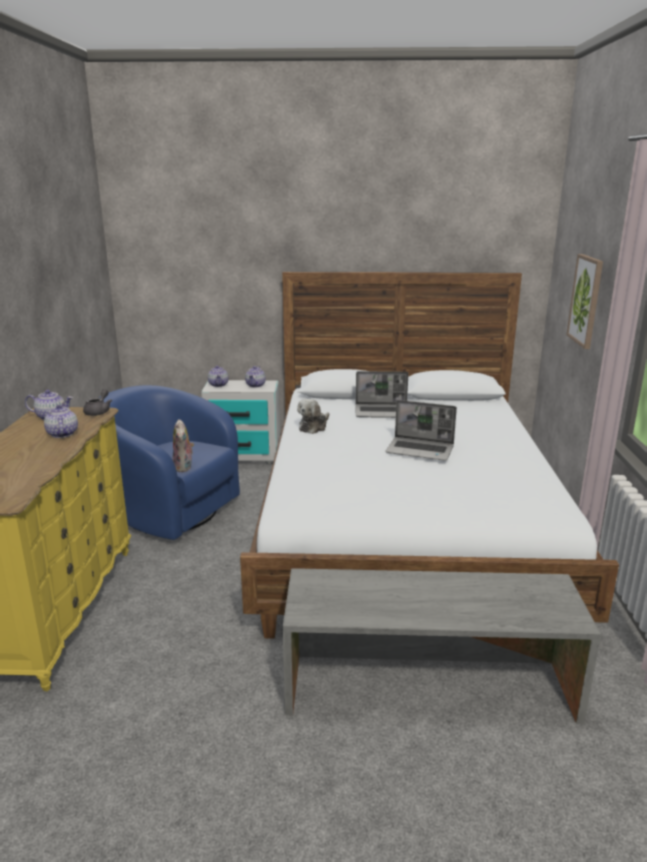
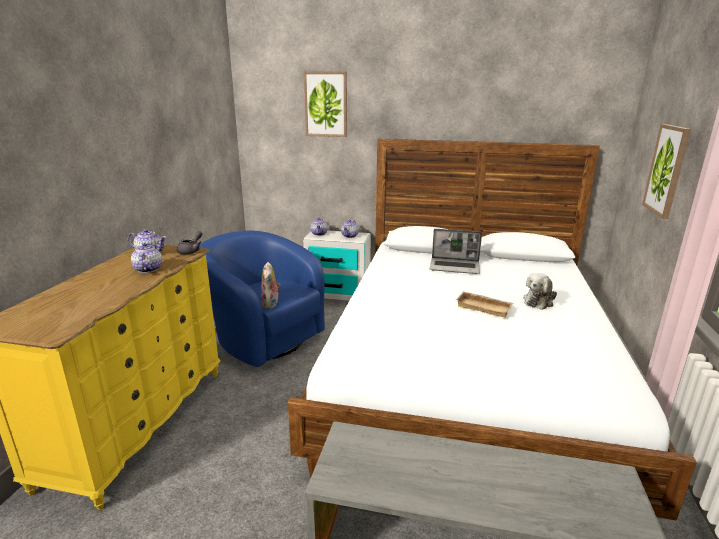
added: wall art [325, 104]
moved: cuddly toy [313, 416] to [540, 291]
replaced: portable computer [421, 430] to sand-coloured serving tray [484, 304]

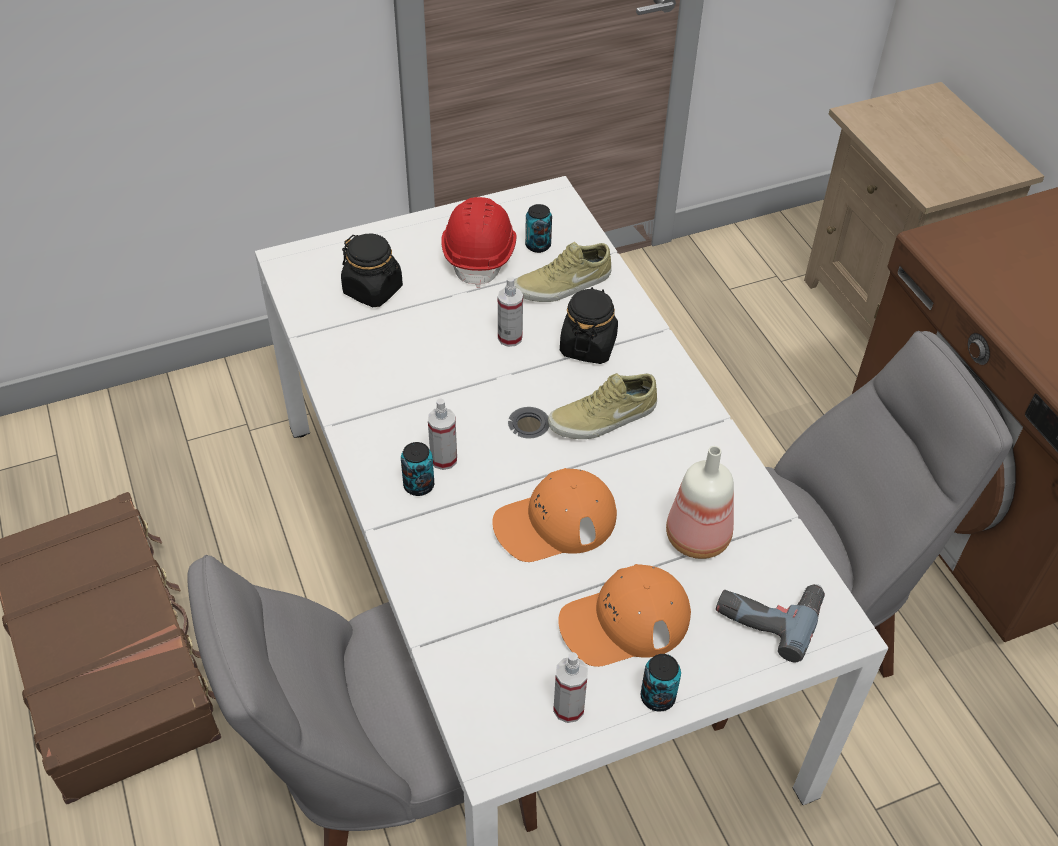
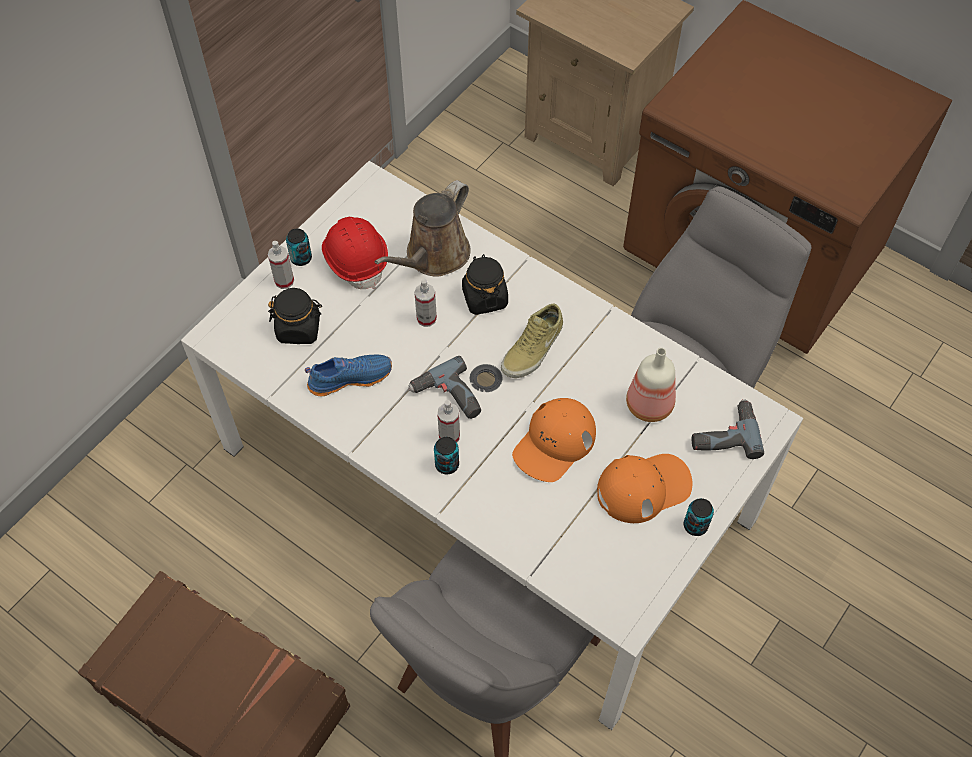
added: blue shoe [348, 375]; drill [444, 387]
moved: sealed can [538, 228] to [299, 247]; spray bottle [570, 687] to [280, 265]
replaced: sand-coloured shoe [563, 272] to brown watering pot [423, 228]
turned: orange-coloured baseball cap [624, 615] = [644, 488] 150 degrees counterclockwise

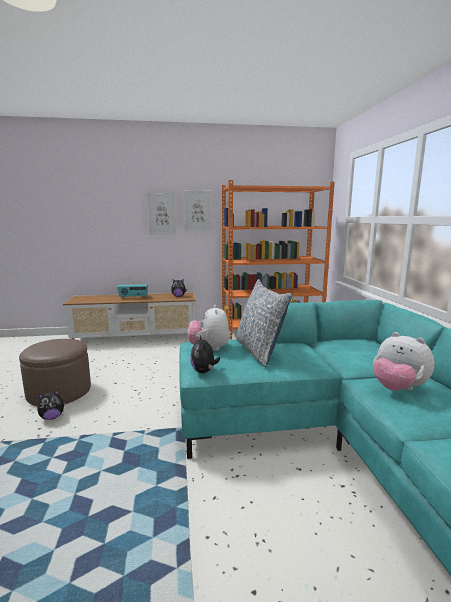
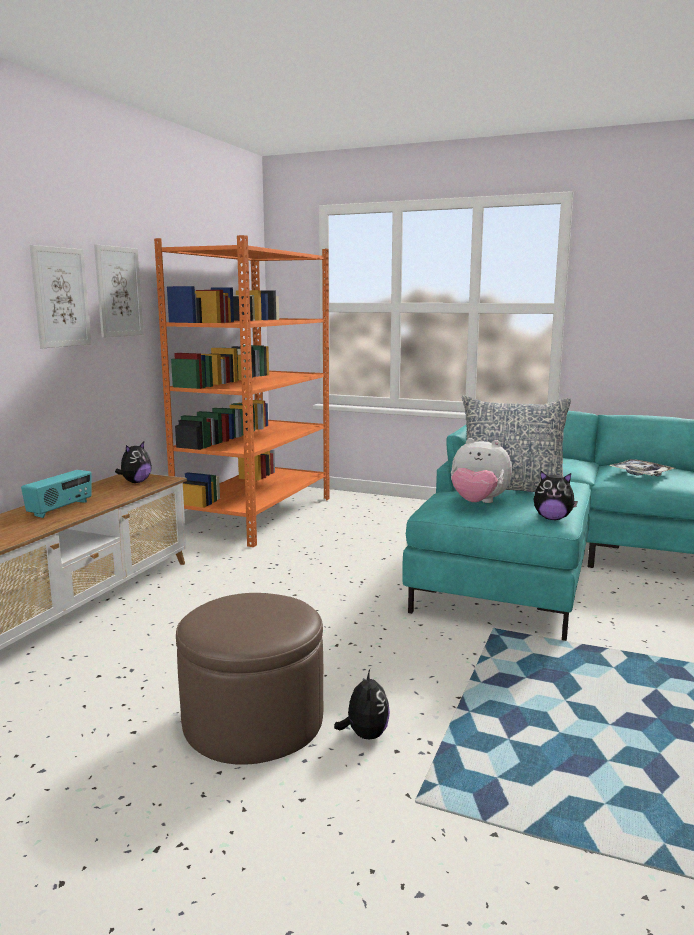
replaced: cuddly toy [404, 361] to serving tray [641, 467]

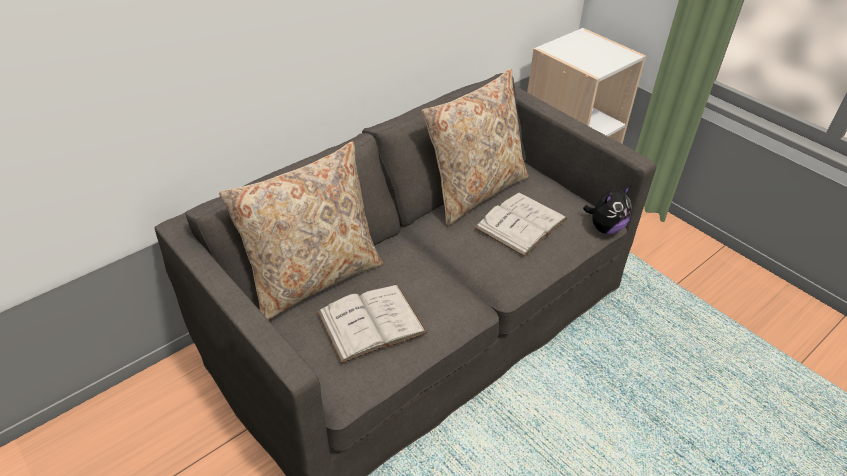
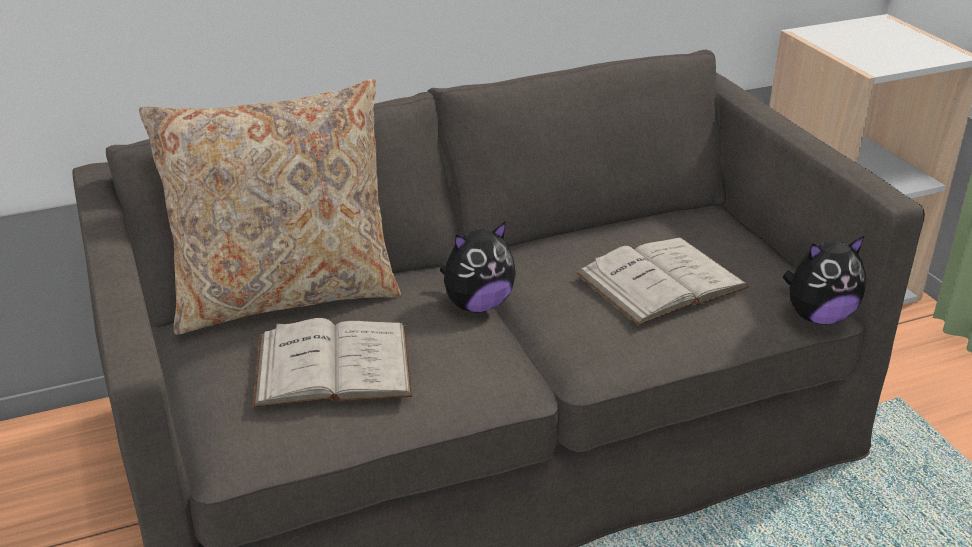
removed: sand-coloured cushion [475, 147]
added: cuddly toy [478, 266]

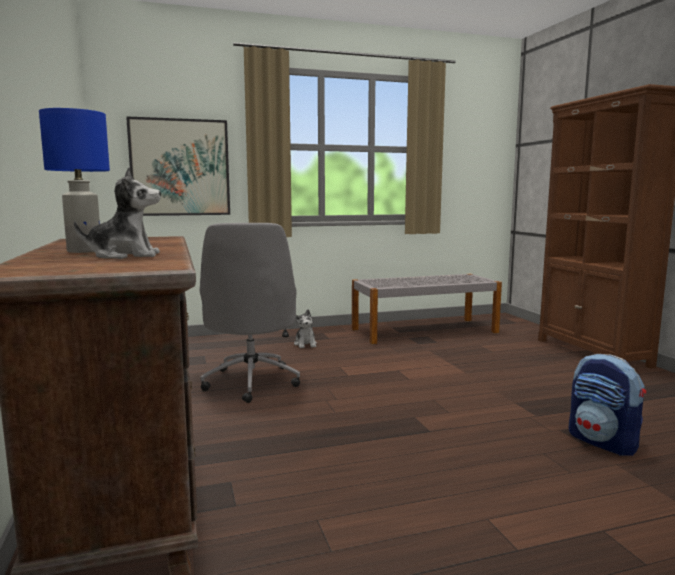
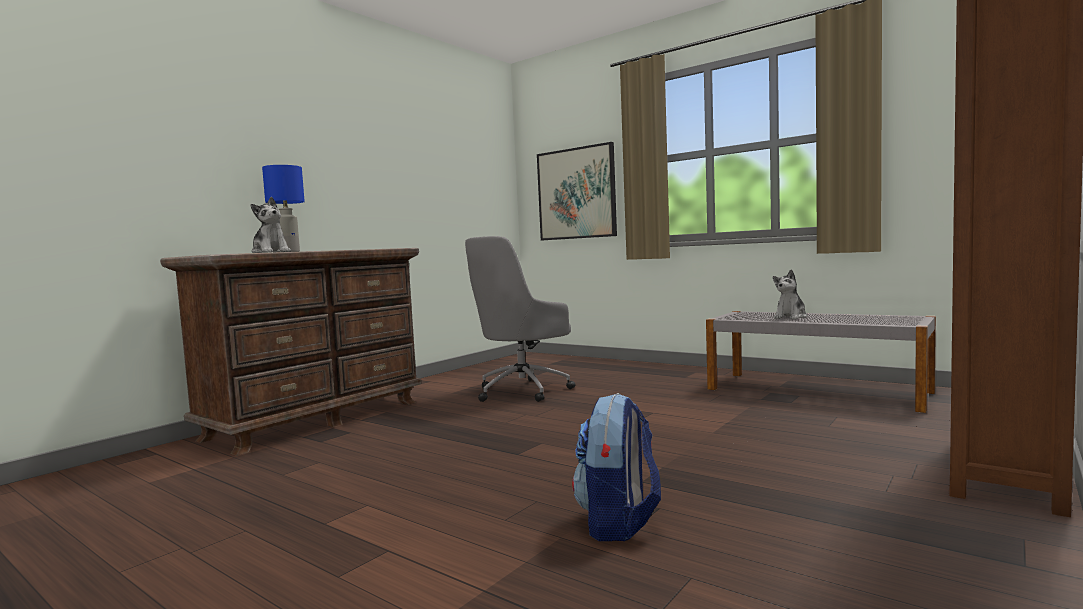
moved: cuddly toy [305, 328] to [790, 294]

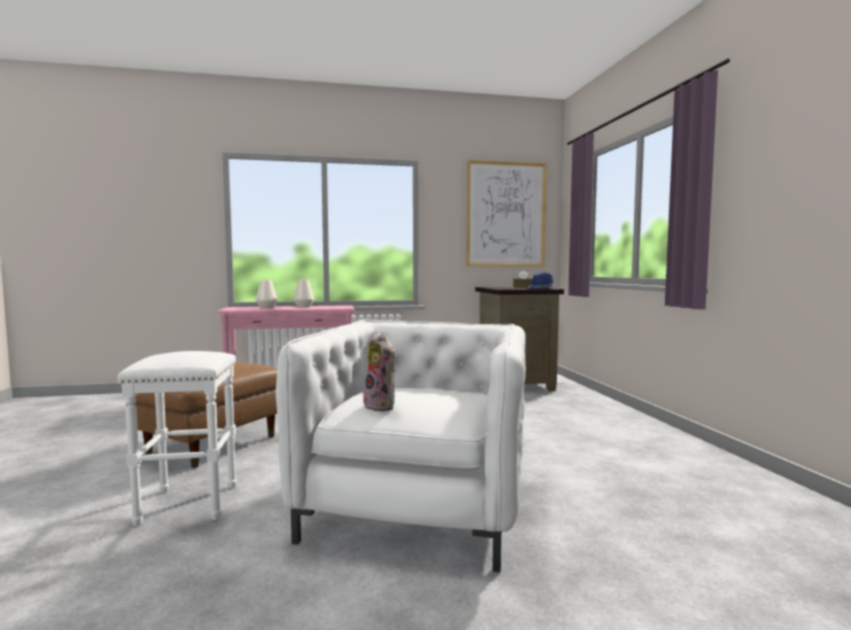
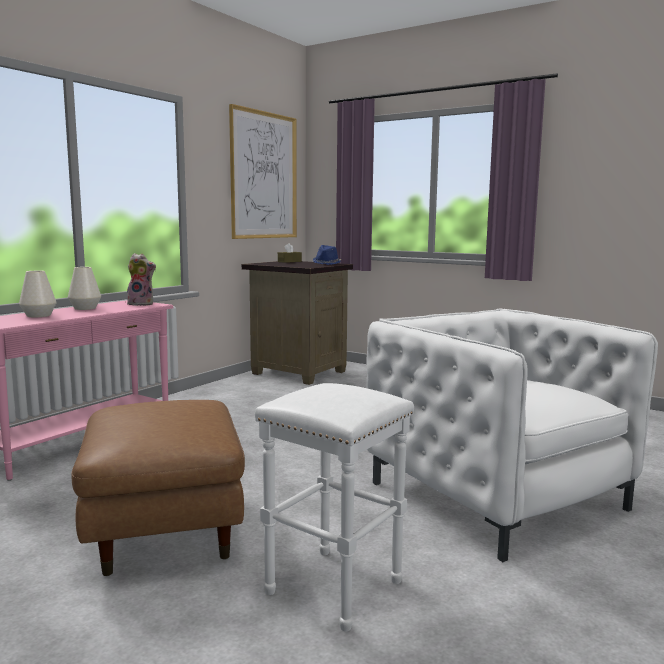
moved: cuddly toy [379, 371] to [141, 279]

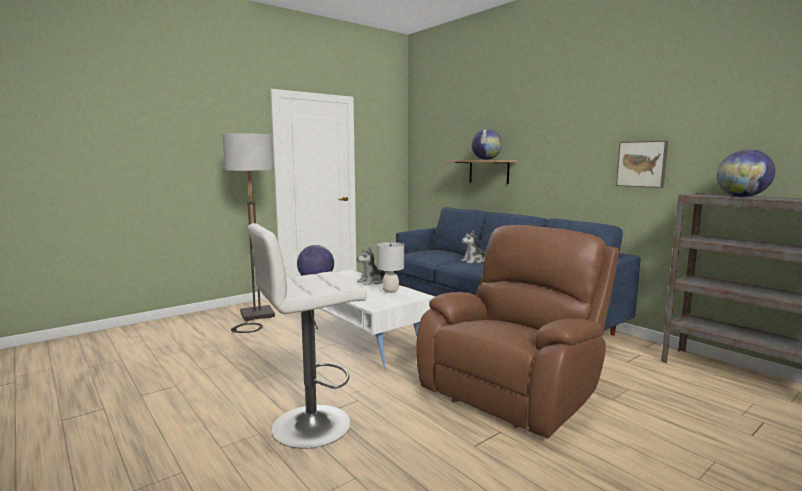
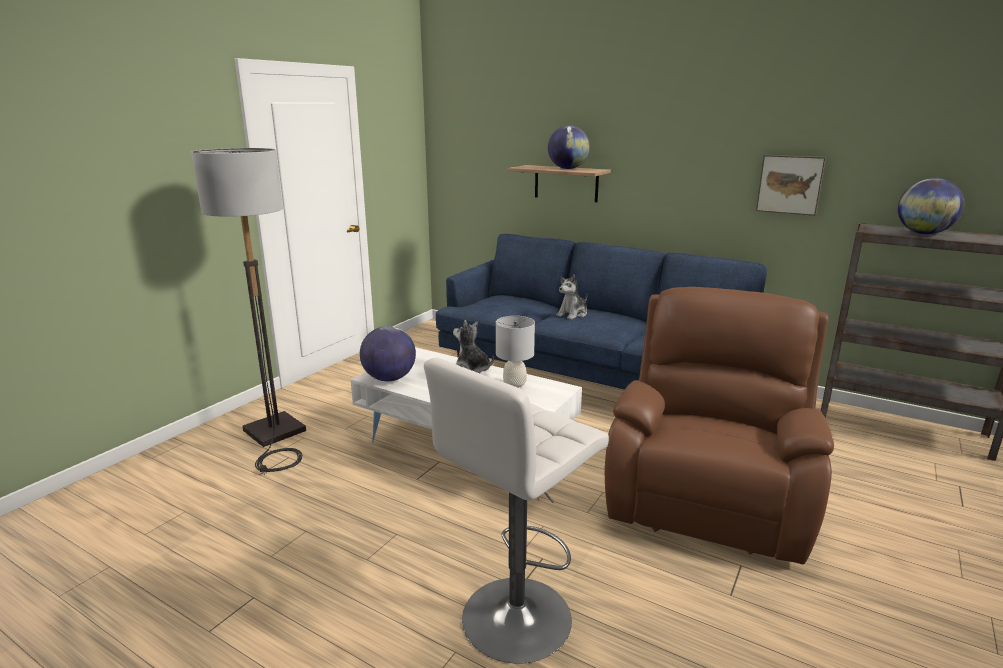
turned: cuddly toy [372, 266] = [473, 346] 90 degrees clockwise

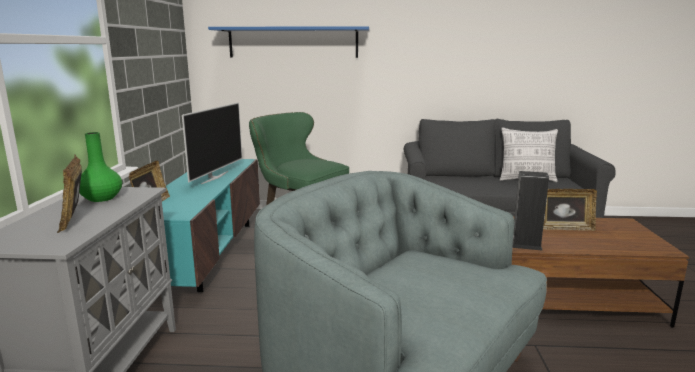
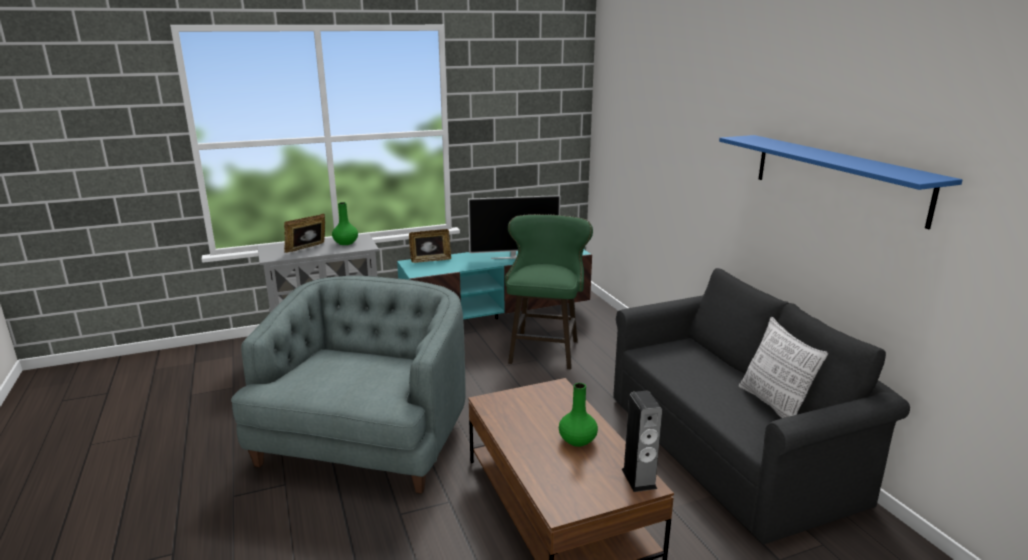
moved: blue wall shelf [288, 42] to [840, 182]; speaker [530, 211] to [642, 441]
replaced: picture frame [570, 210] to greenish vase [578, 415]

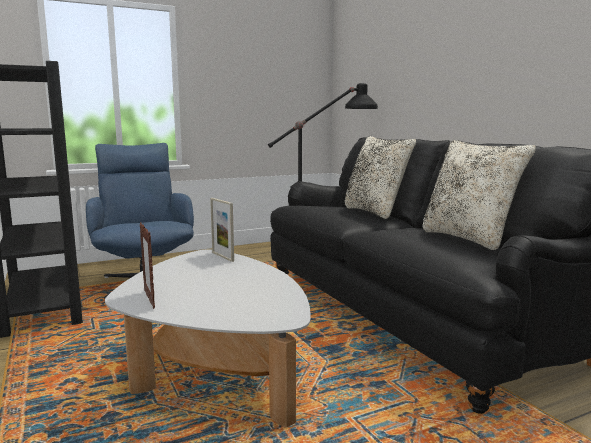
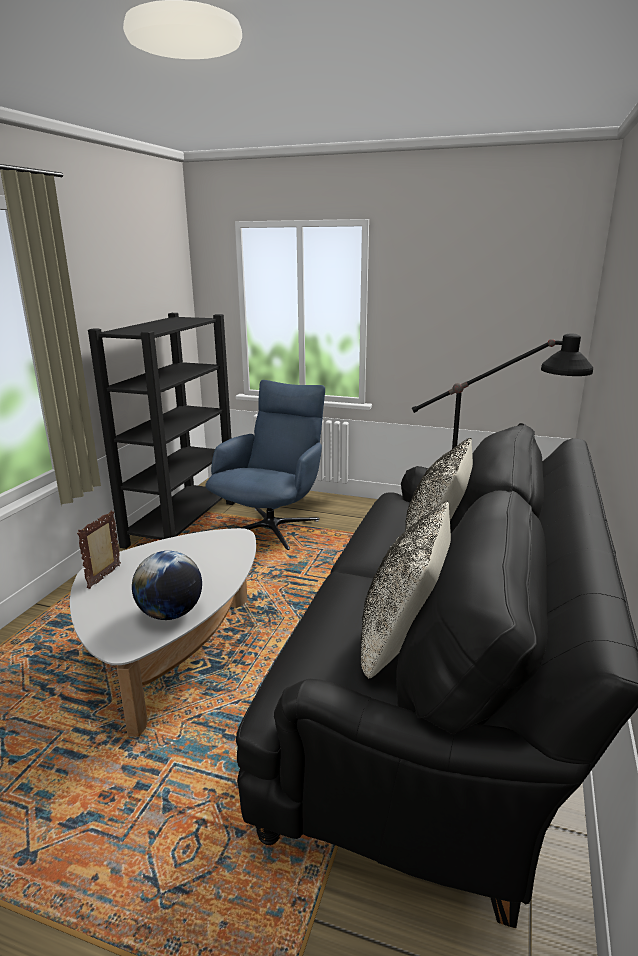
removed: picture frame [222, 230]
added: world globe [167, 585]

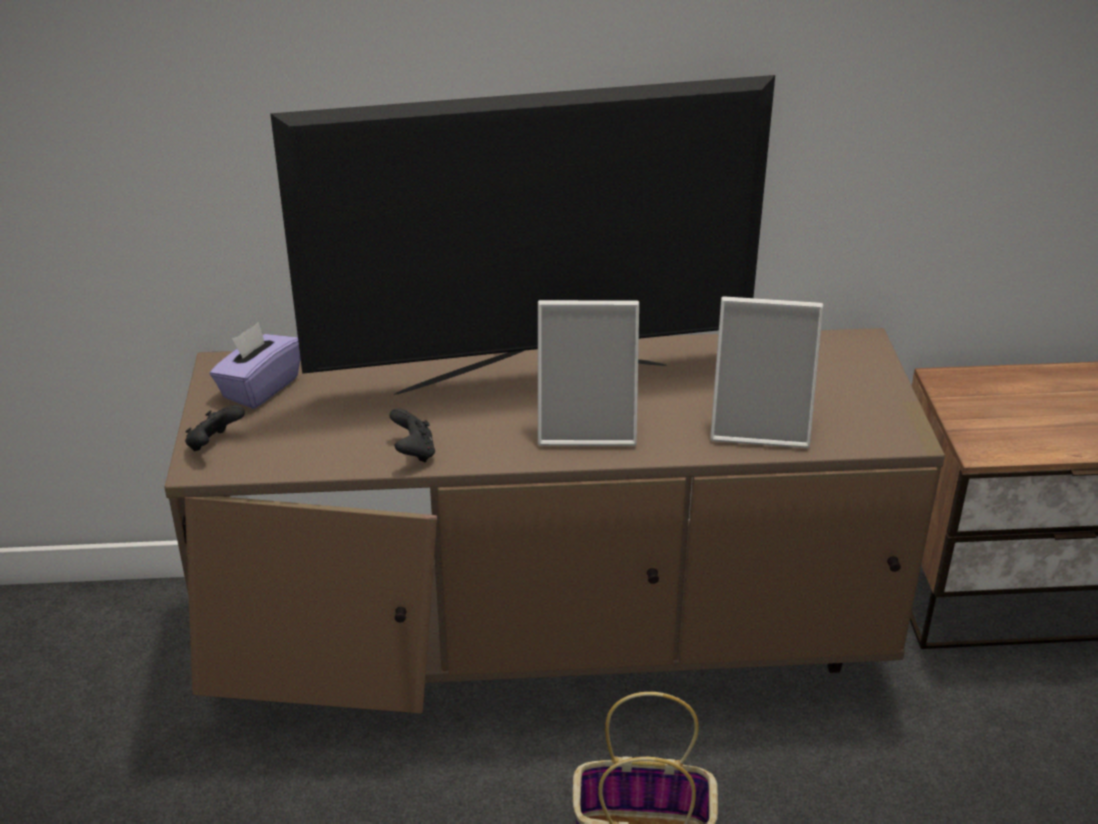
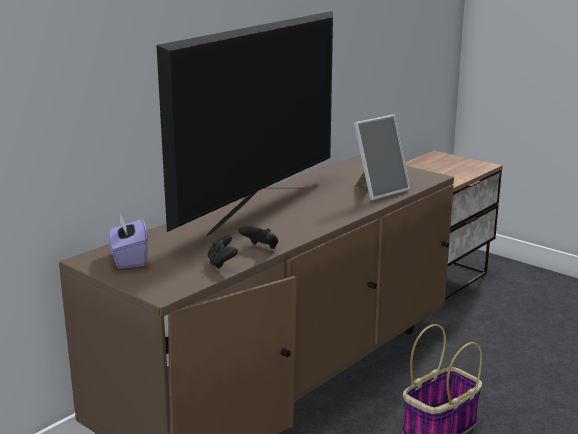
removed: picture frame [588, 373]
moved: black-coloured game controller [215, 428] to [223, 252]

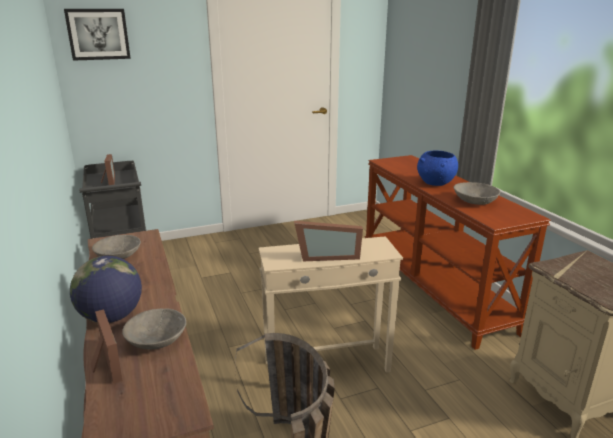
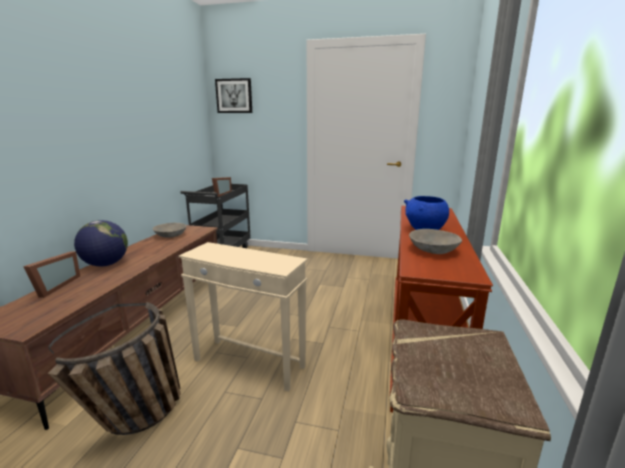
removed: grey serving bowl [154, 328]; picture frame [328, 241]

